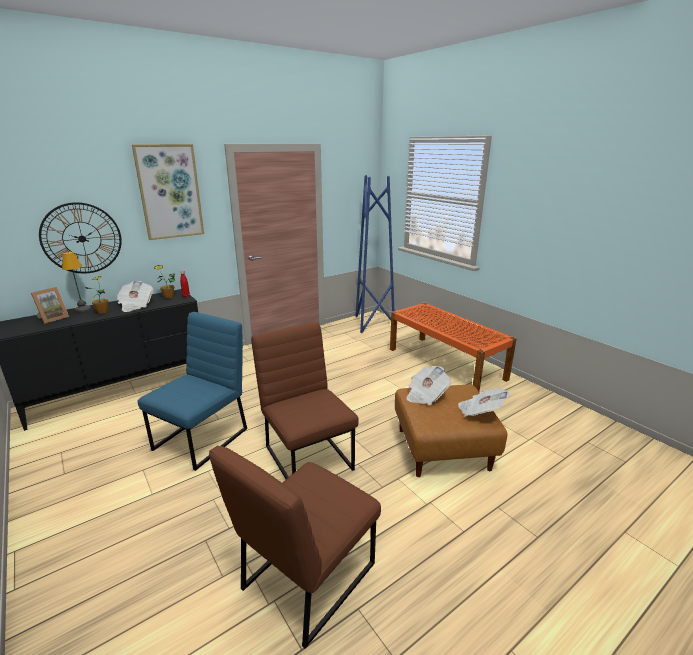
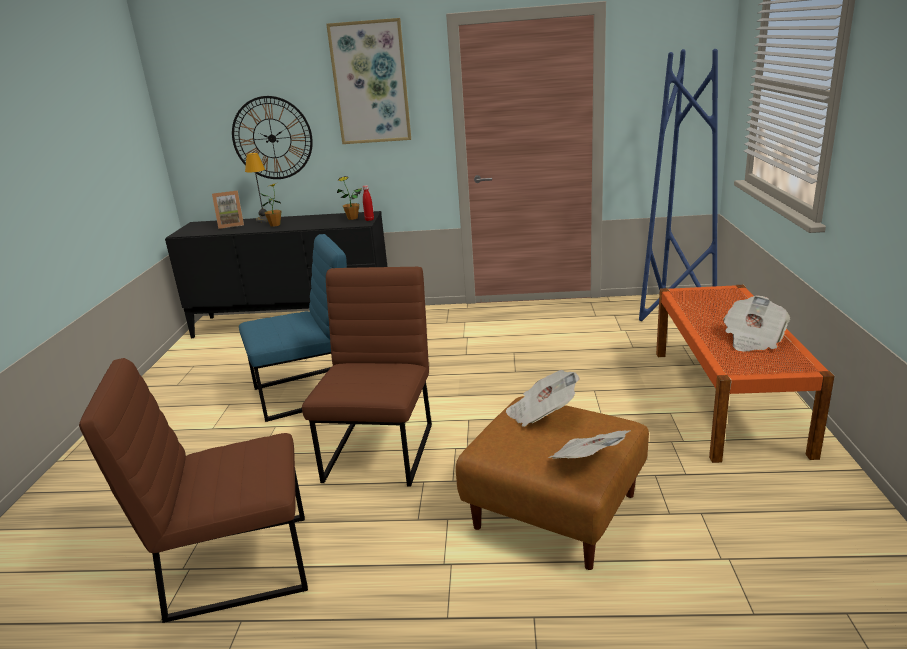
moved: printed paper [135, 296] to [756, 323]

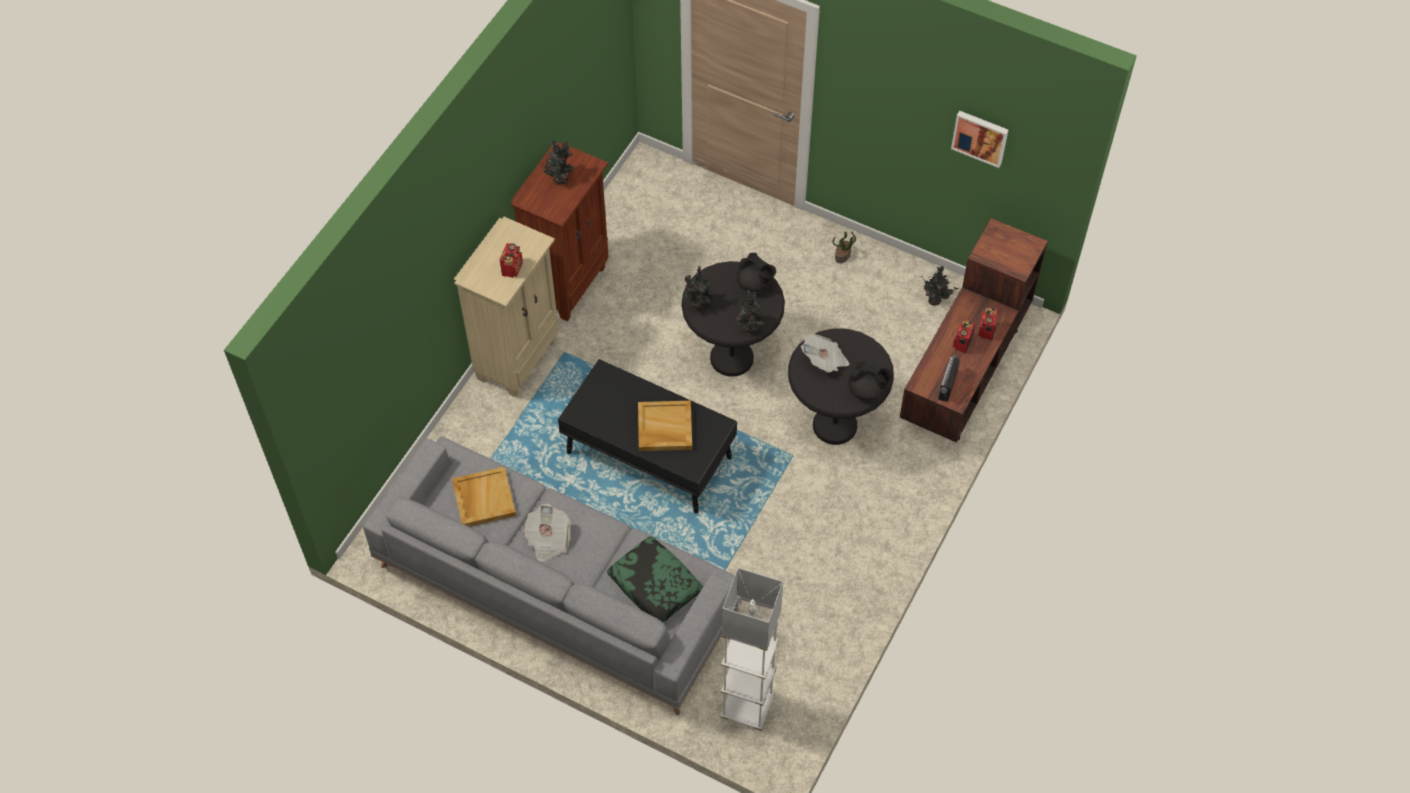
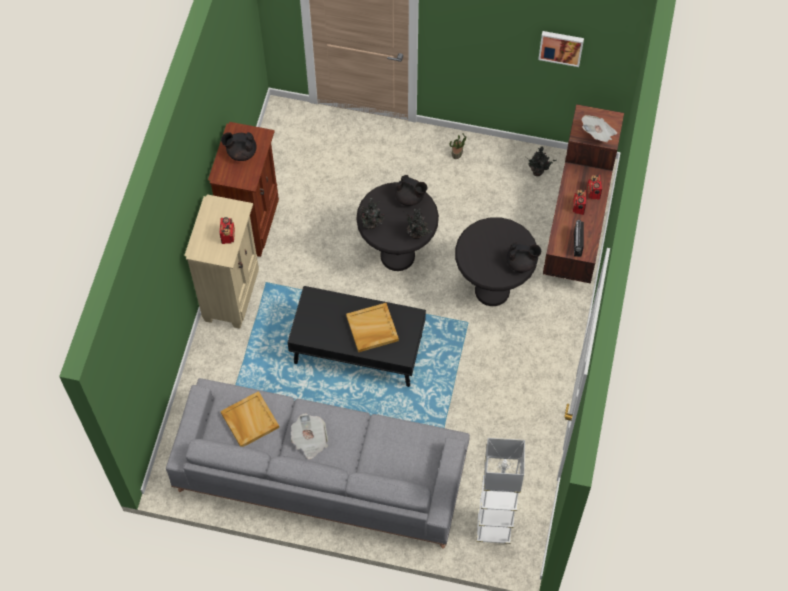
removed: cushion [655, 579]
moved: printed paper [825, 353] to [599, 128]
replaced: plant in a pot [558, 162] to black-coloured tea pot [239, 146]

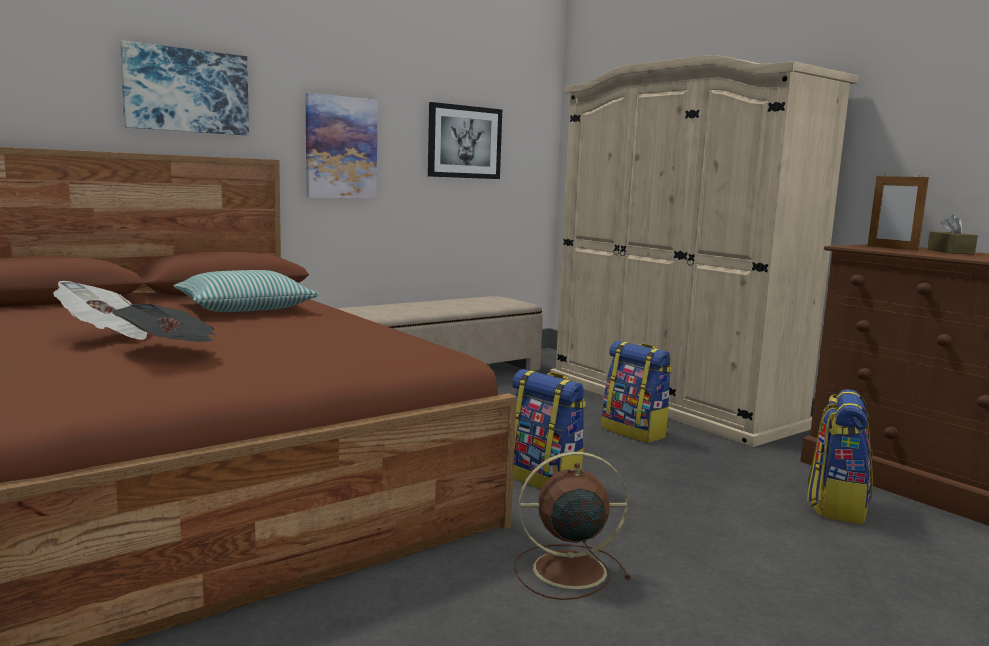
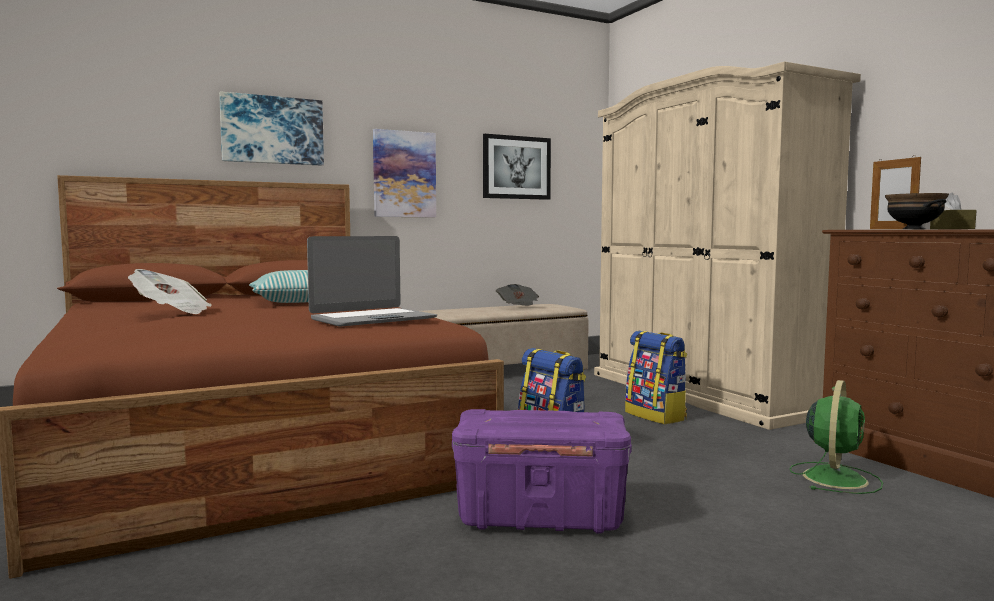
added: portable computer [372, 281]; black-coloured serving bowl [917, 211]
moved: printed paper [164, 323] to [517, 295]
replaced: brown cooling fan [572, 526] to purplish storage container [542, 471]; backpack [840, 456] to greenish cooling fan [836, 437]

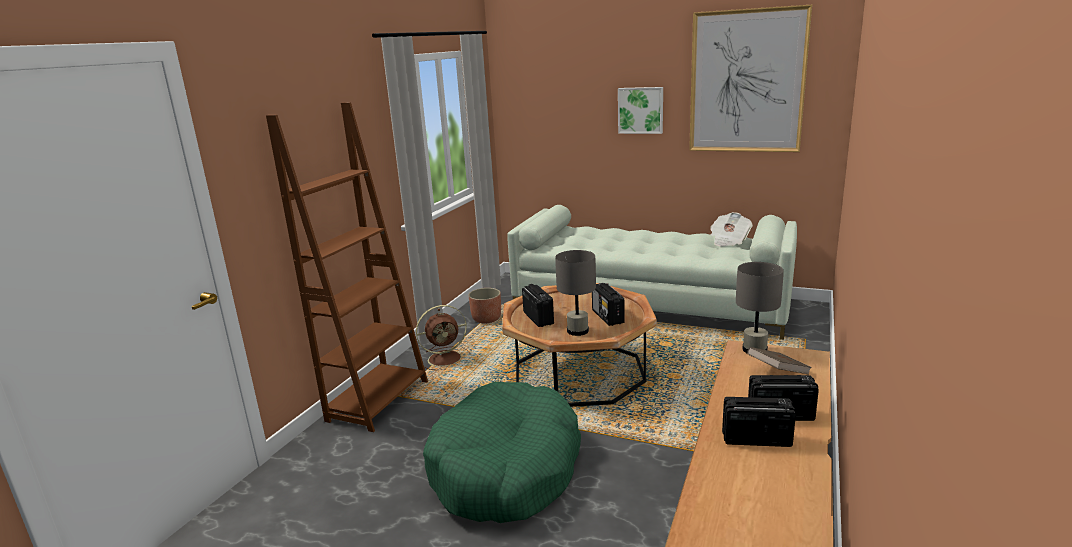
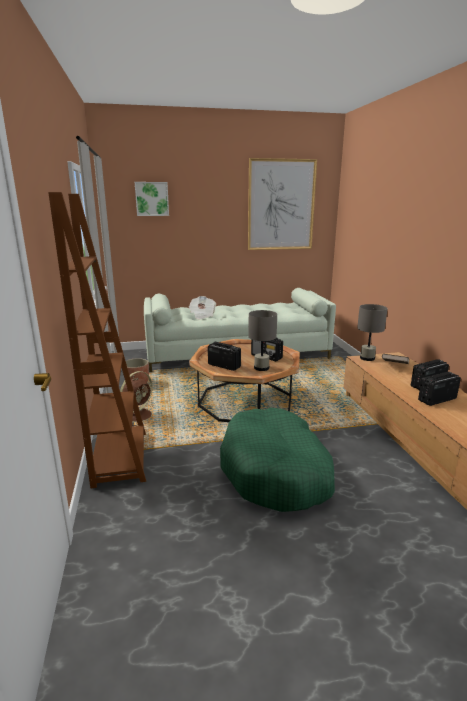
moved: wall art [640, 110] to [152, 199]; printed paper [731, 229] to [202, 307]

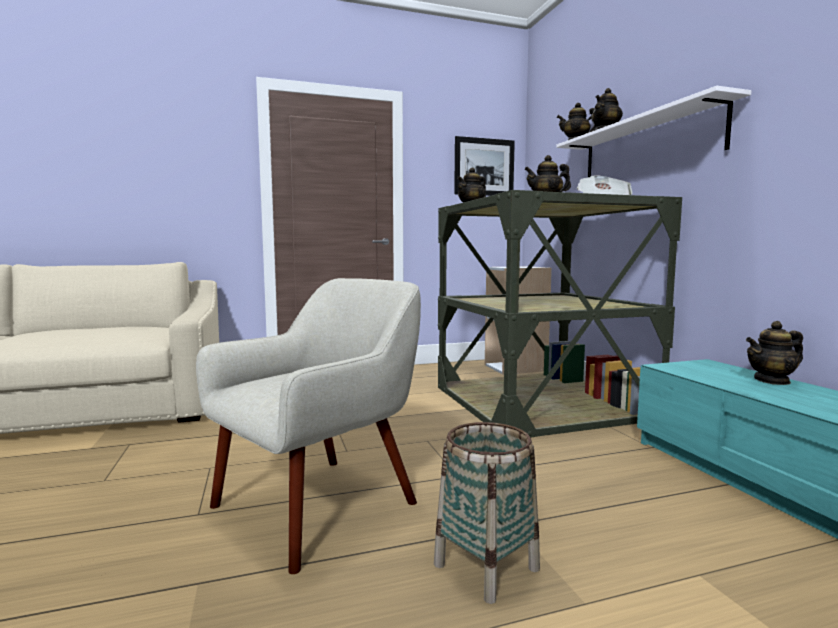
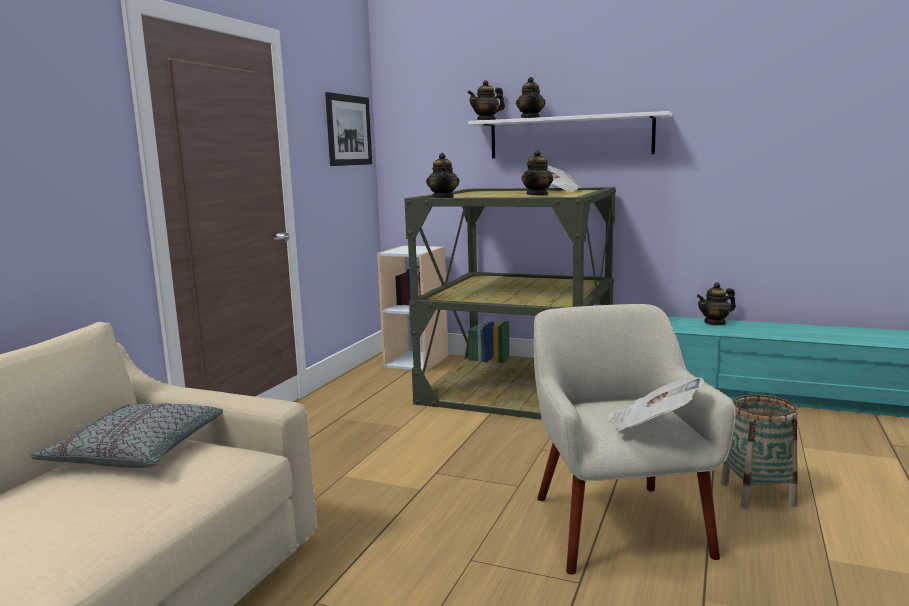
added: grey cushion [126, 435]; printed paper [656, 404]
turned: tea pot [774, 353] = [716, 303] 45 degrees clockwise

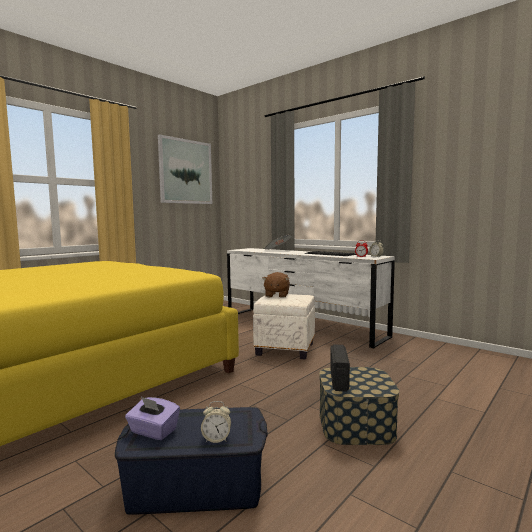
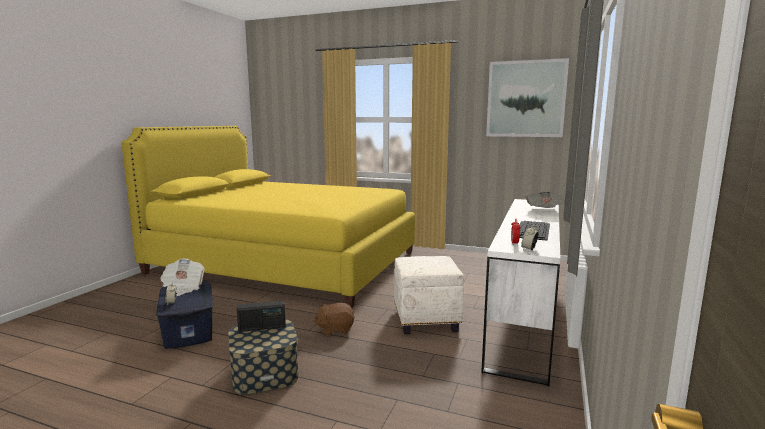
moved: brown cuddly toy [276, 285] to [334, 319]
replaced: purplish box of tissues [152, 418] to printed paper [182, 277]

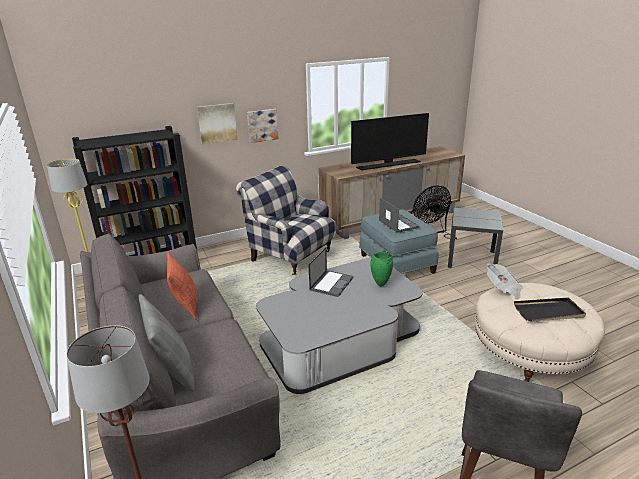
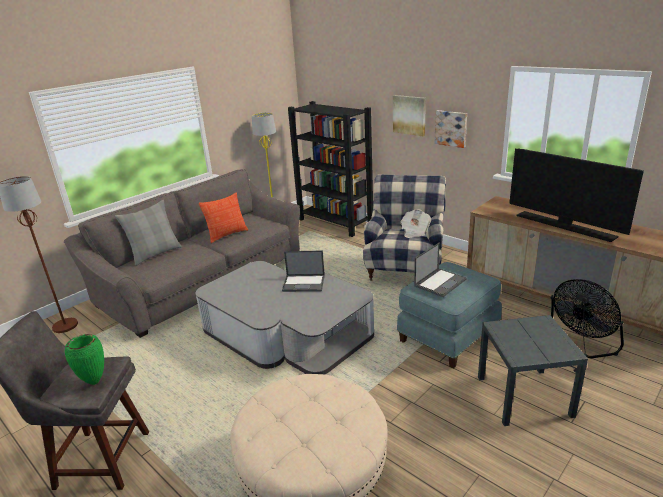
removed: black-coloured serving tray [550, 310]
moved: greenish vase [381, 268] to [84, 359]; printed paper [504, 280] to [415, 223]

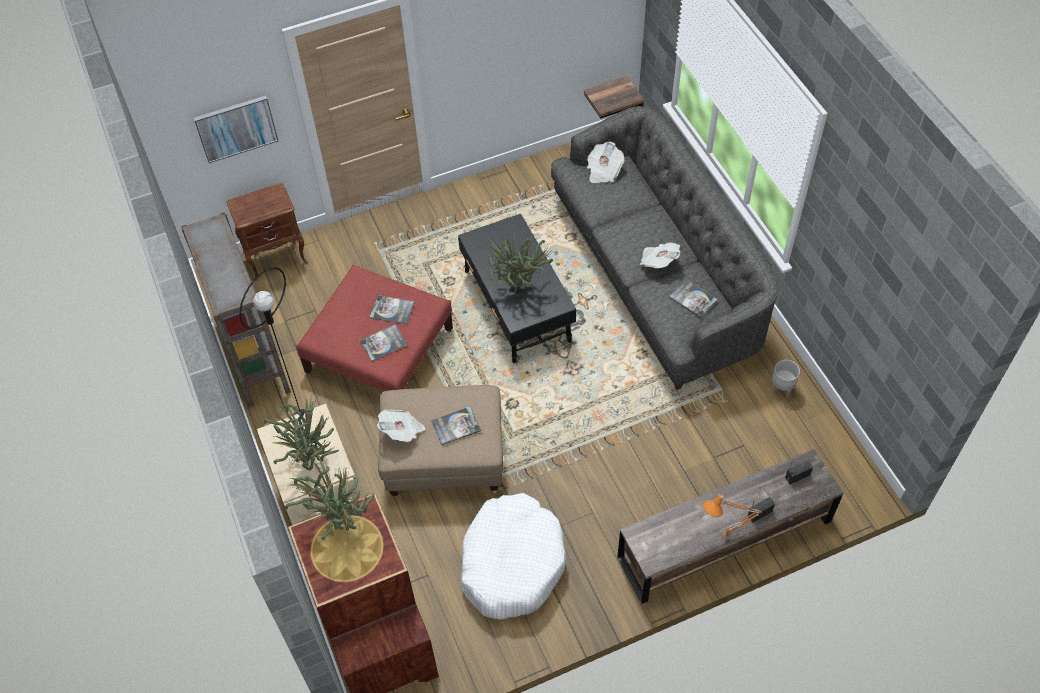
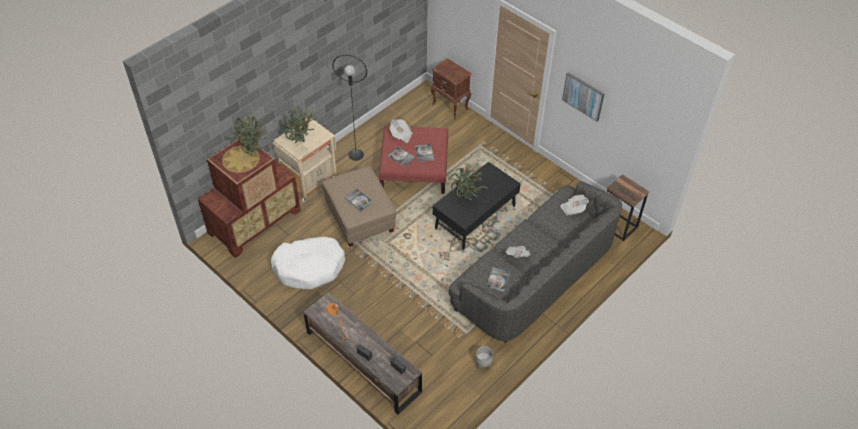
removed: grey bookshelf [236, 310]
moved: wall art [236, 129] to [583, 96]; printed paper [401, 425] to [401, 131]

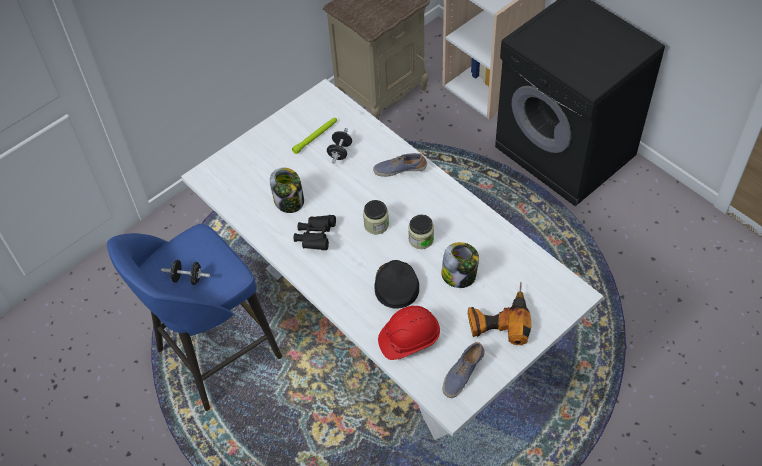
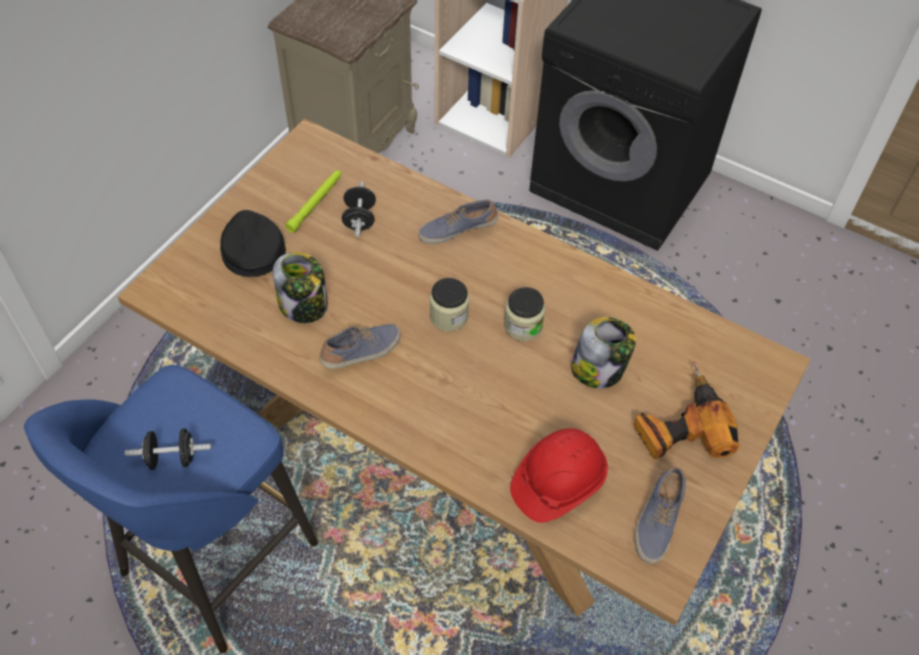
moved: black-coloured baseball cap [396, 284] to [253, 243]
replaced: black-coloured field glasses [315, 232] to shoe [360, 346]
recoloured: whitish kitchen table [392, 259] to brown kitchen table [464, 372]

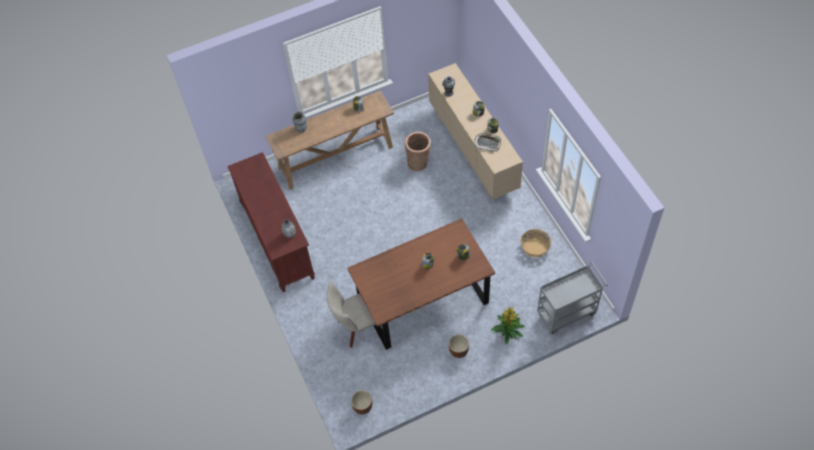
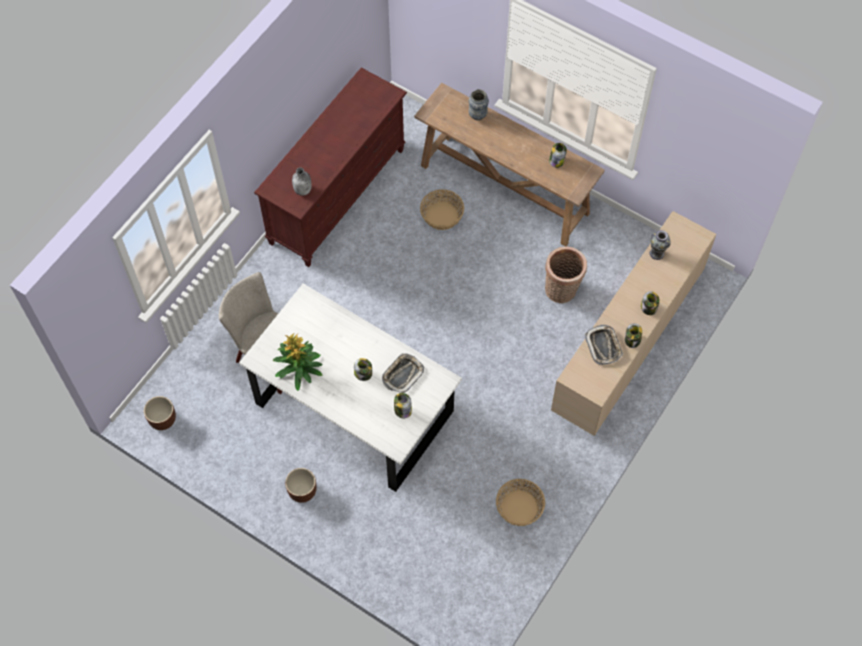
removed: grey cart [572, 297]
added: serving tray [403, 373]; basket [442, 209]
moved: plant in a pot [508, 326] to [298, 362]
recoloured: brown kitchen table [421, 284] to whitish kitchen table [350, 388]

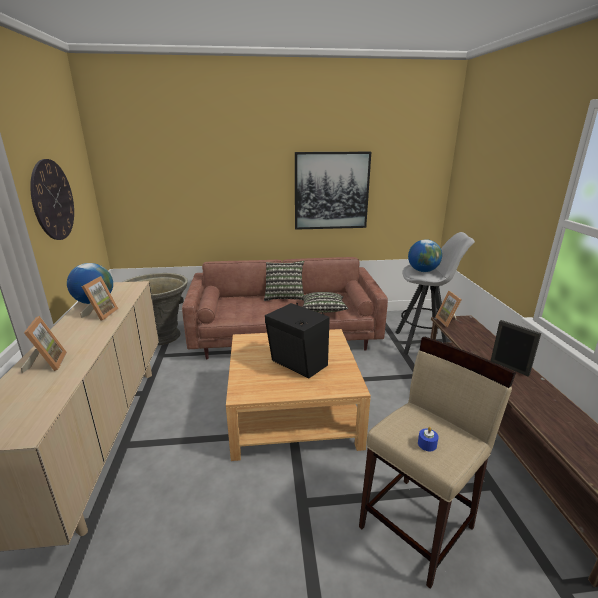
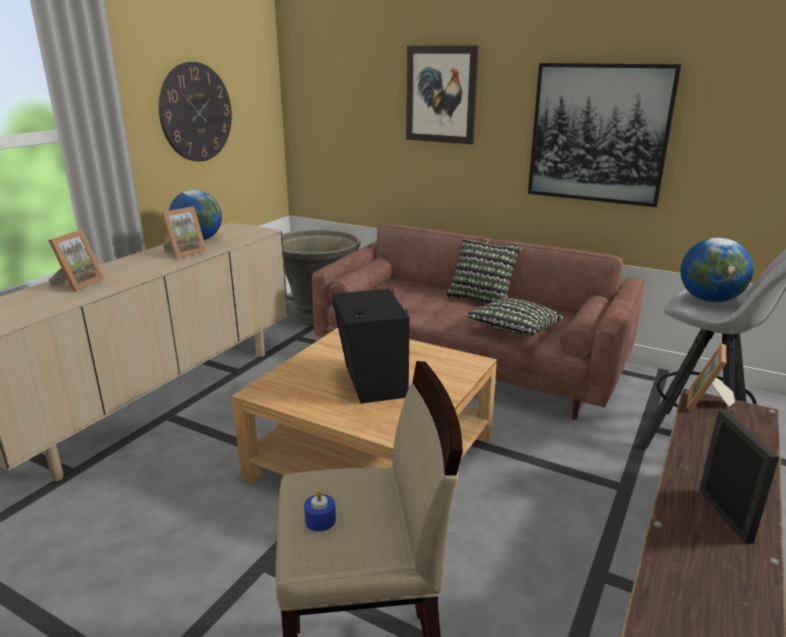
added: wall art [442, 95]

